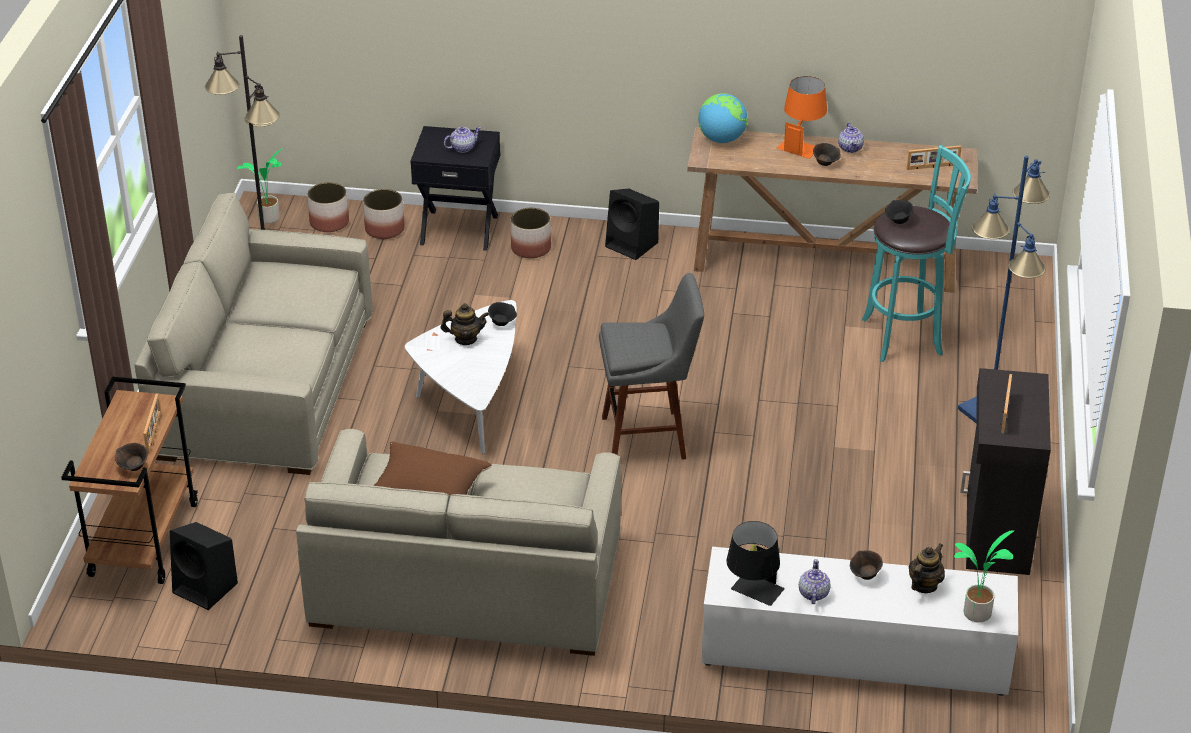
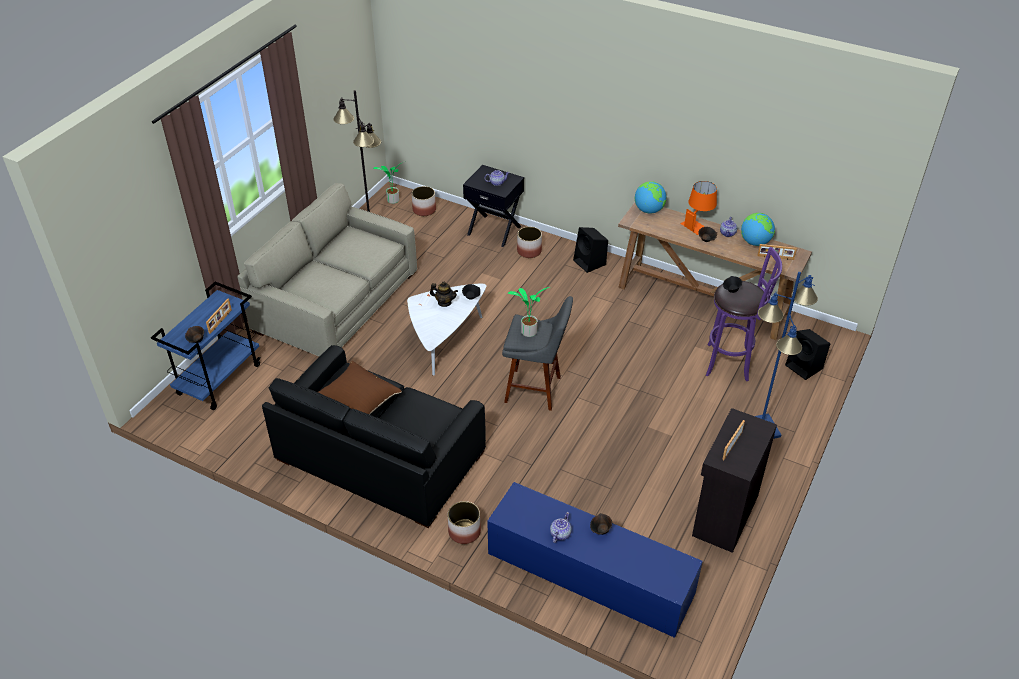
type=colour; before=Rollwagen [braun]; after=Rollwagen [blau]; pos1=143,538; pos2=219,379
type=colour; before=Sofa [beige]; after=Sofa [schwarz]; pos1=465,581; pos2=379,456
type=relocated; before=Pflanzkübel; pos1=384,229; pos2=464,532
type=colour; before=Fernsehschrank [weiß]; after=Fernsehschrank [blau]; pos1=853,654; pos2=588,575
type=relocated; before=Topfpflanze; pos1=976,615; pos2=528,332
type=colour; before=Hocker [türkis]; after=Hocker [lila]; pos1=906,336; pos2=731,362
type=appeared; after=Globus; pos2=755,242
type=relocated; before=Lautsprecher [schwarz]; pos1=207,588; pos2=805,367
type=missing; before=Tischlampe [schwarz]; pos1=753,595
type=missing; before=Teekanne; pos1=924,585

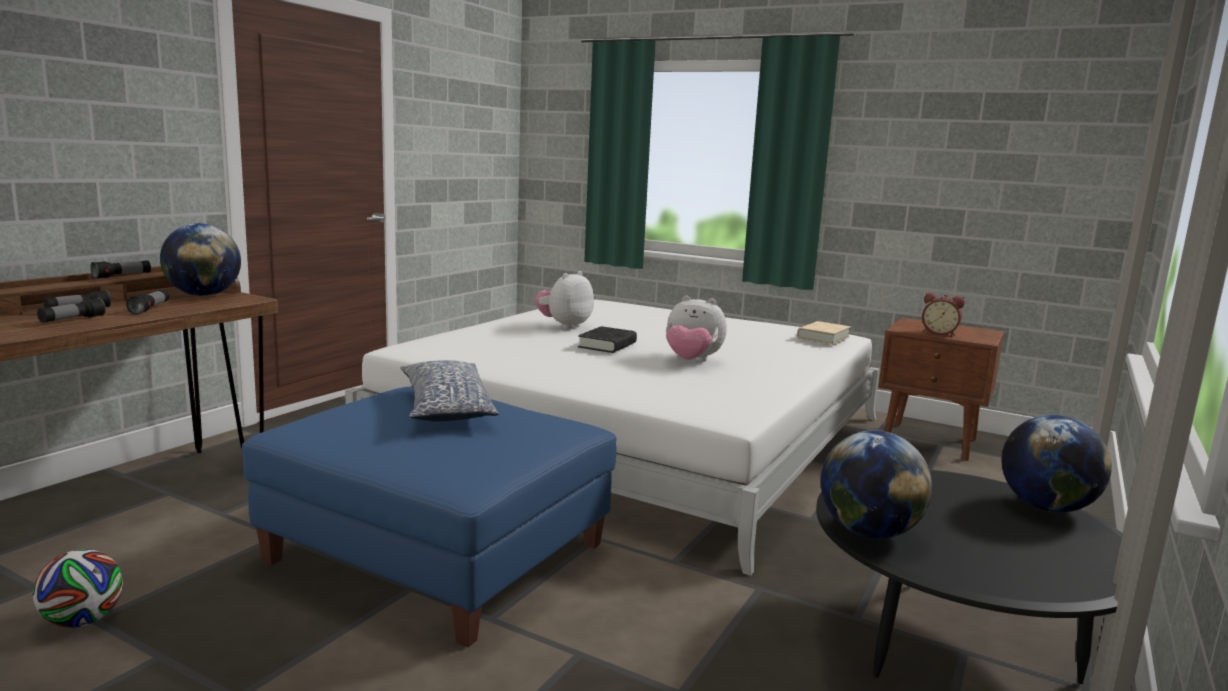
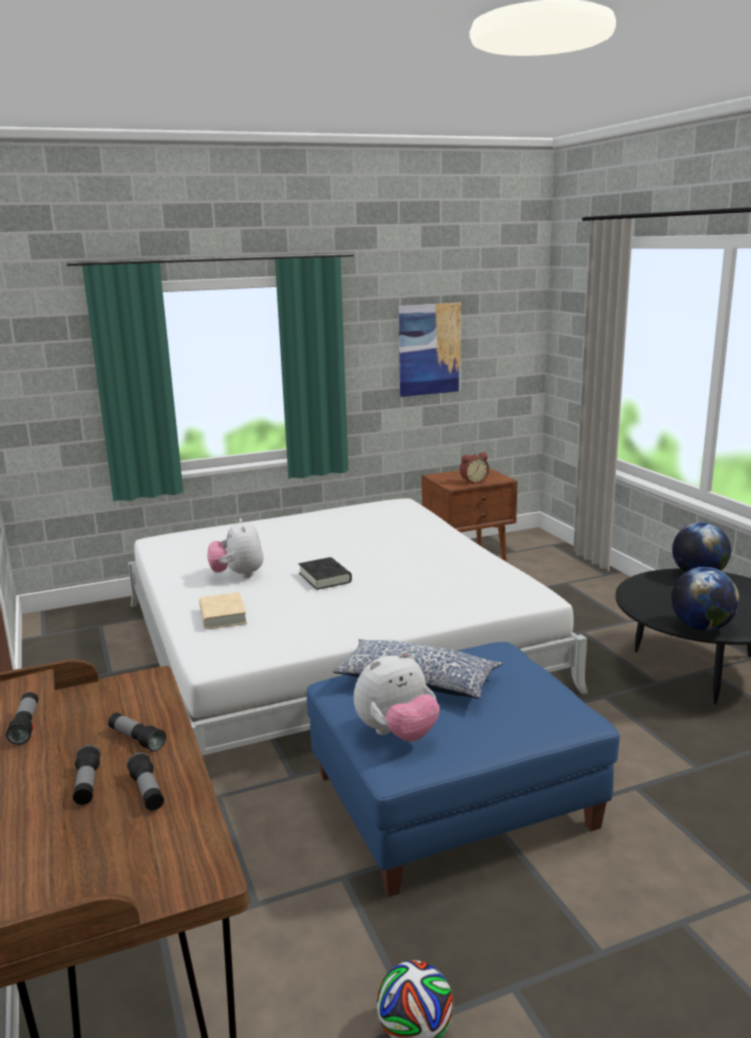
type=relocated; before=Buch [beige]; pos1=823,338; pos2=223,616
type=relocated; before=Plüschtier; pos1=692,361; pos2=397,734
type=appeared; after=Bild; pos2=429,349
type=missing; before=Globus; pos1=203,295

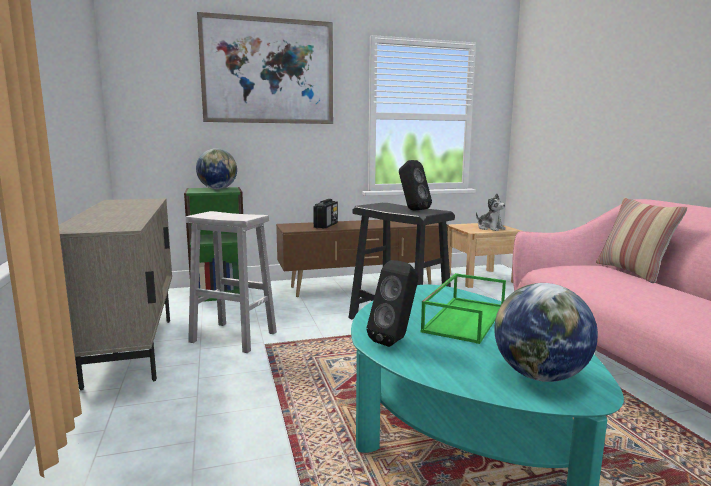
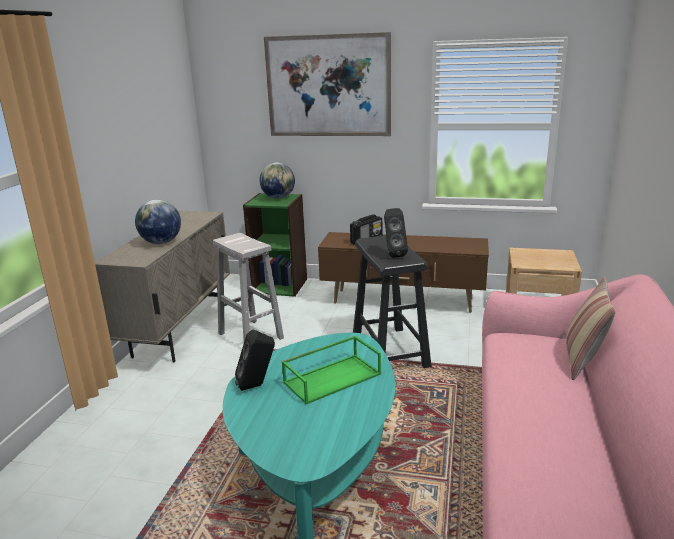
type=relocated; before=Globus; pos1=539,376; pos2=161,242
type=missing; before=Plüschtier; pos1=490,228

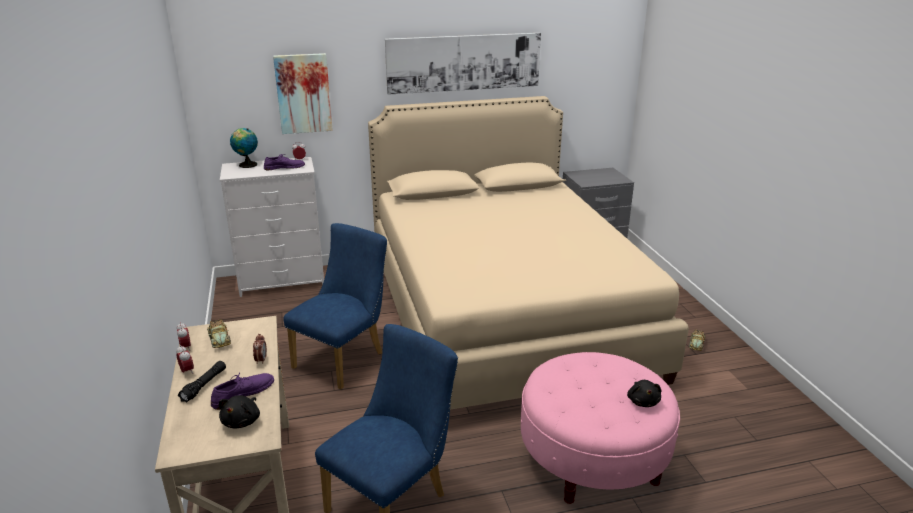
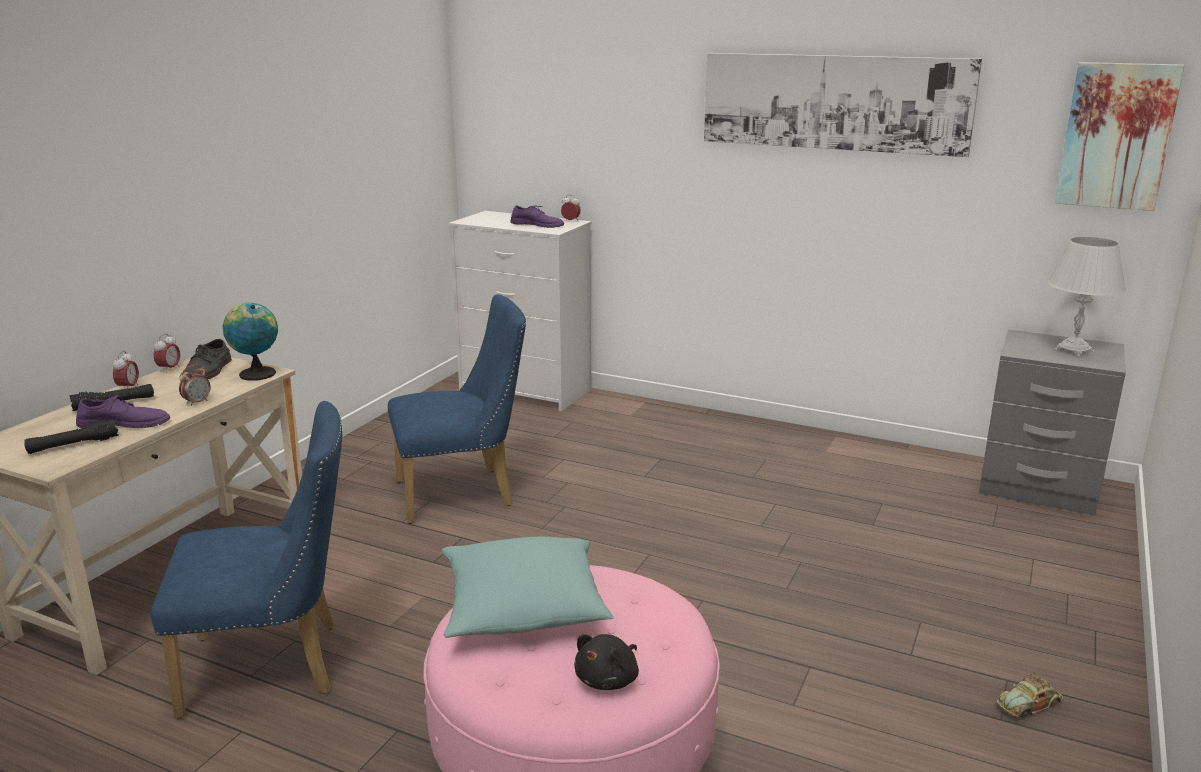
type=exchanged; before=Plüschtier [schwarz]; after=Taschenlampe [schwarz]; pos1=242,421; pos2=73,445
type=exchanged; before=Spielzeugauto; after=Schuh [grau]; pos1=219,338; pos2=208,371
type=relocated; before=Globus; pos1=246,165; pos2=256,373
type=appeared; after=Kissen [türkis]; pos2=523,608
type=appeared; after=Tischlampe [weiß]; pos2=1074,350
type=relocated; before=Bild; pos1=303,93; pos2=1116,136
type=missing; before=Bett [beige]; pos1=503,314

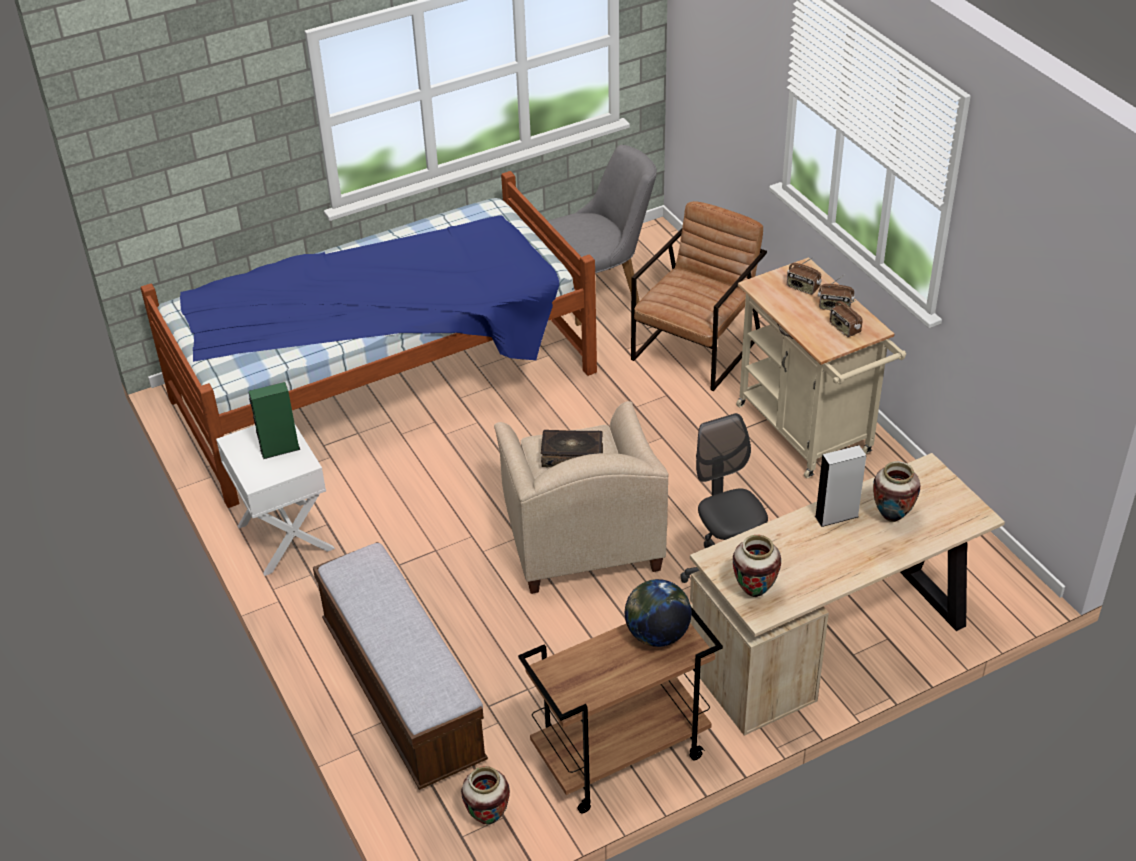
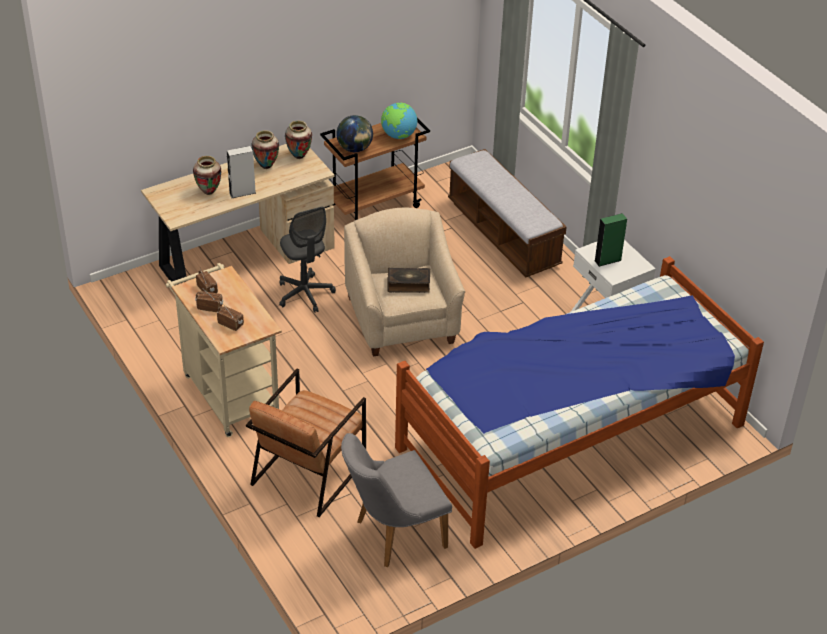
type=relocated; before=Vase; pos1=488,818; pos2=266,166
type=appeared; after=Globus; pos2=398,136

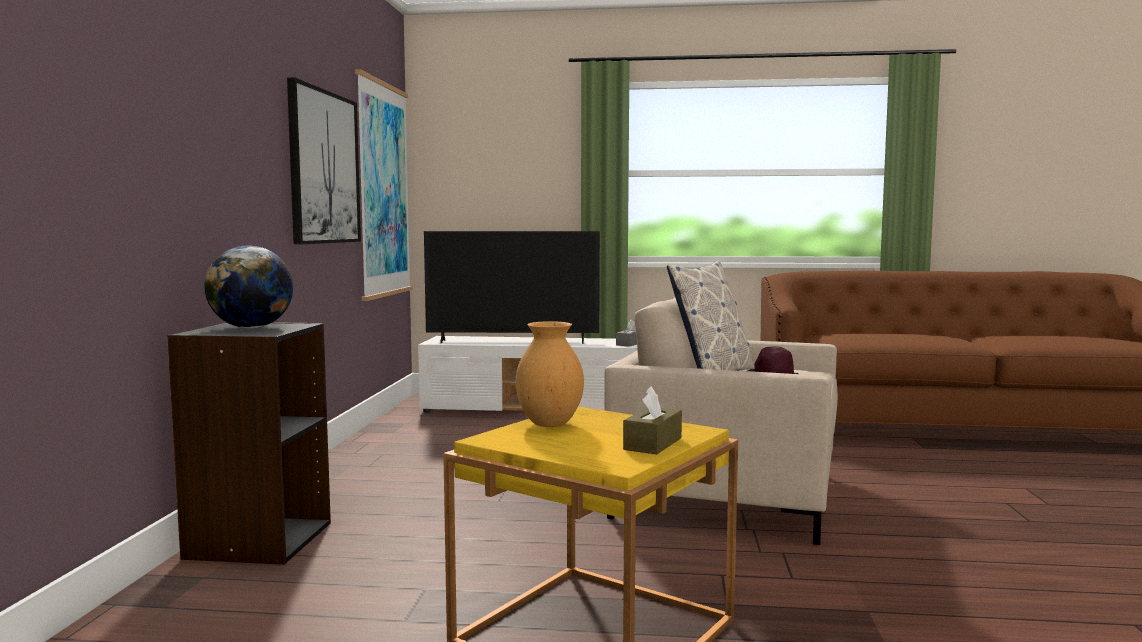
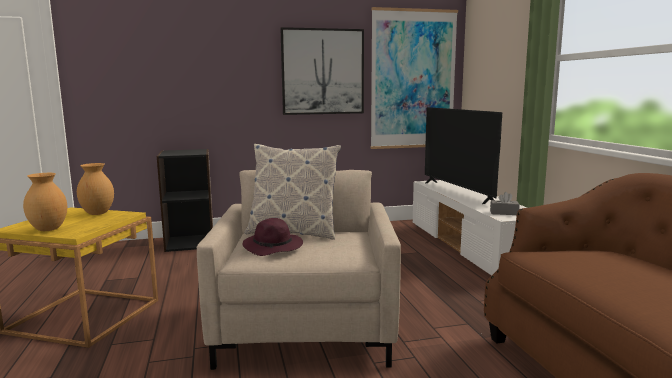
type=exchanged; before=Taschentuchbox [braun]; after=Vase [braun]; pos1=653,444; pos2=48,229
type=missing; before=Globus; pos1=251,327

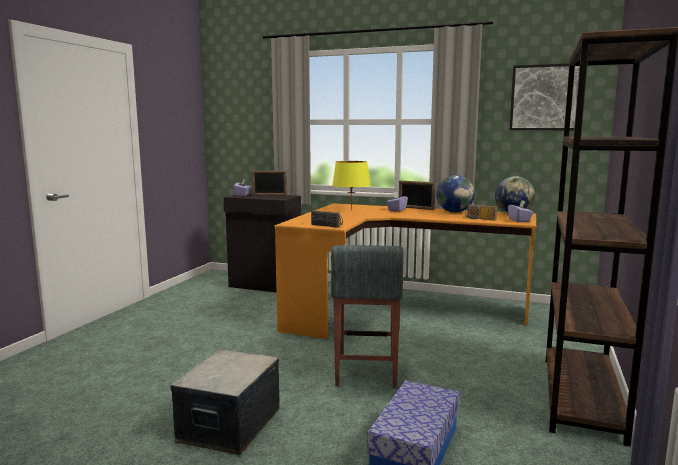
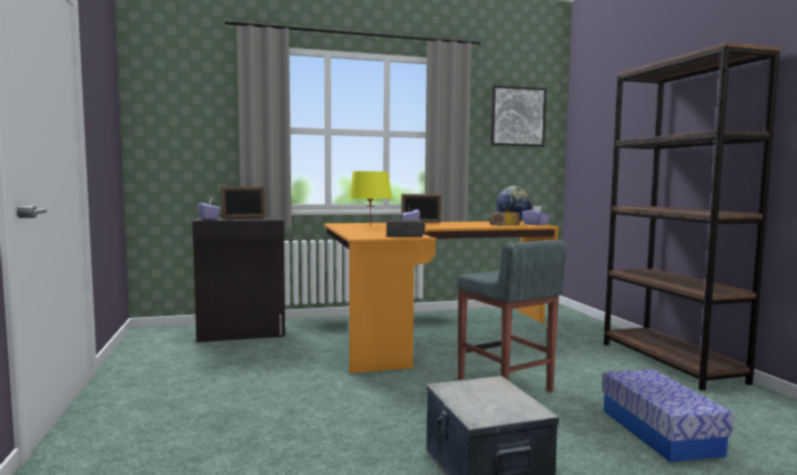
type=missing; before=Globus; pos1=454,212

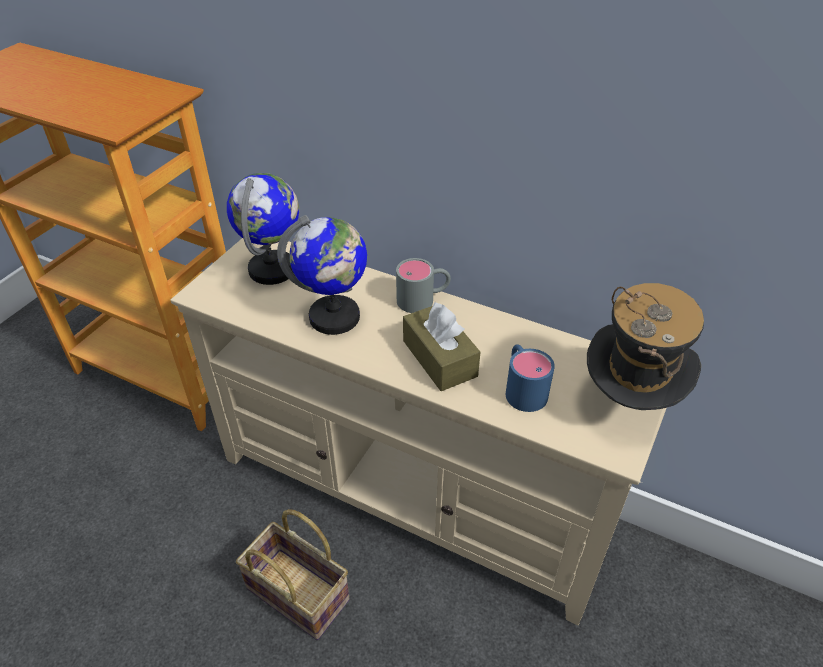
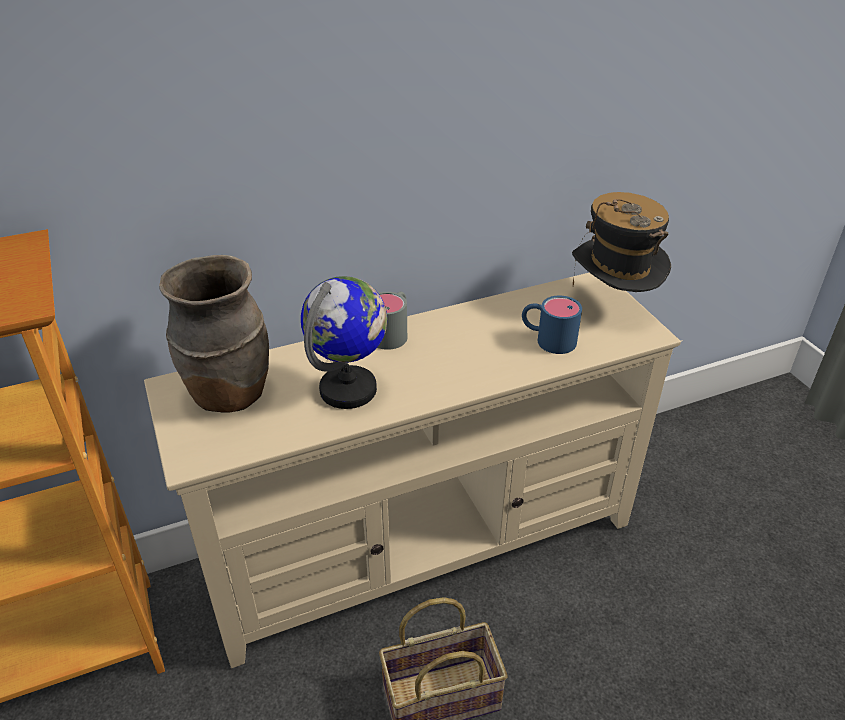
type=exchanged; before=Globus; after=Vase [braun]; pos1=273,269; pos2=228,394
type=missing; before=Taschentuchbox [braun]; pos1=439,358

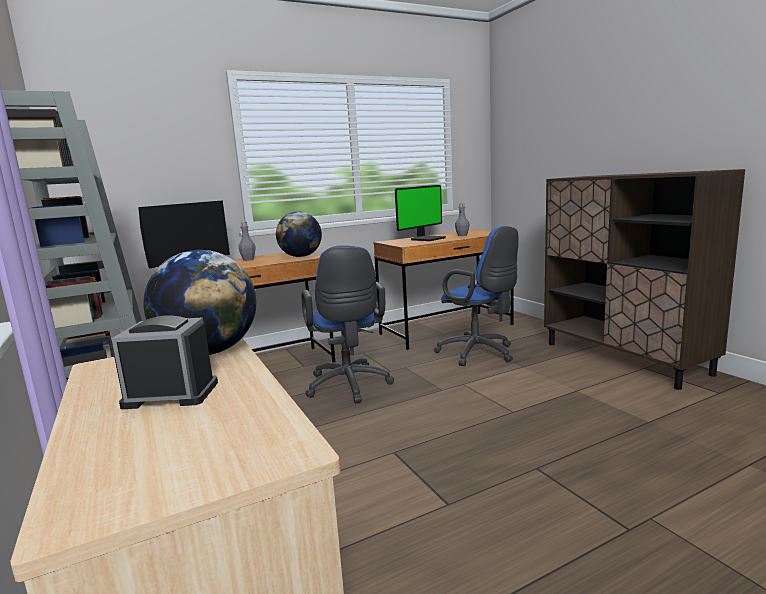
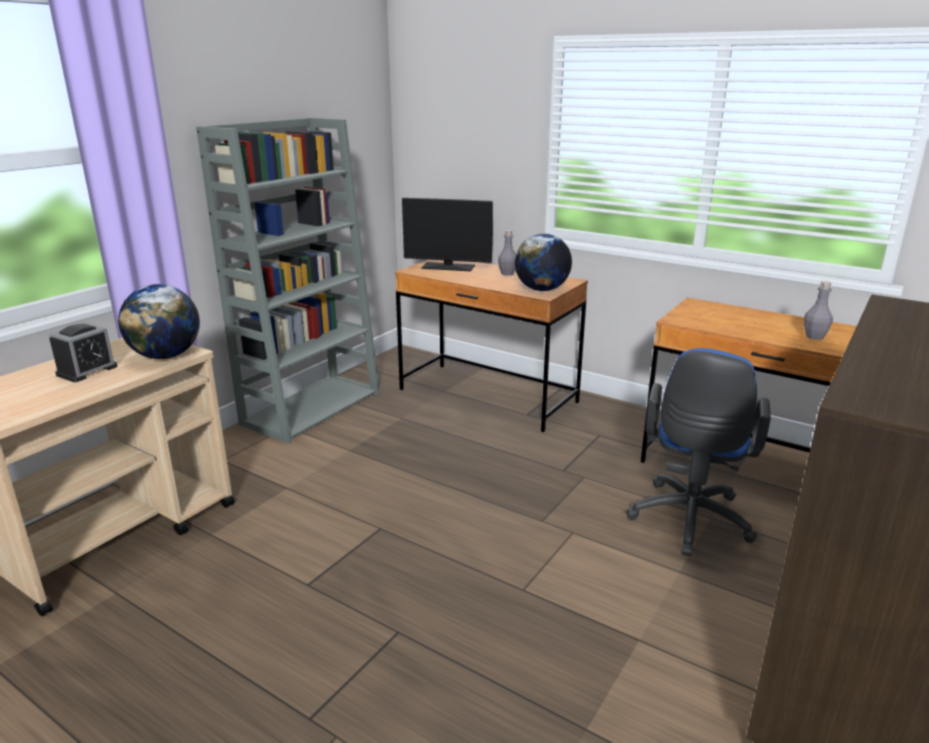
type=spun; before=Wecker; pos1=171,394; pos2=87,370; turn=60
type=missing; before=Bürostuhl [blau]; pos1=349,387
type=missing; before=Monitor; pos1=427,239

